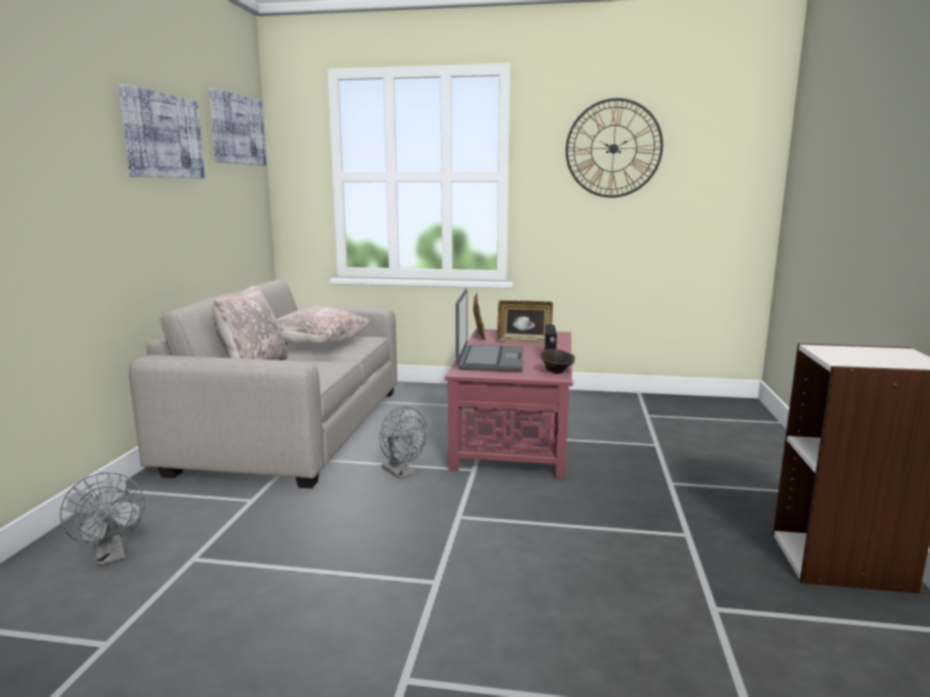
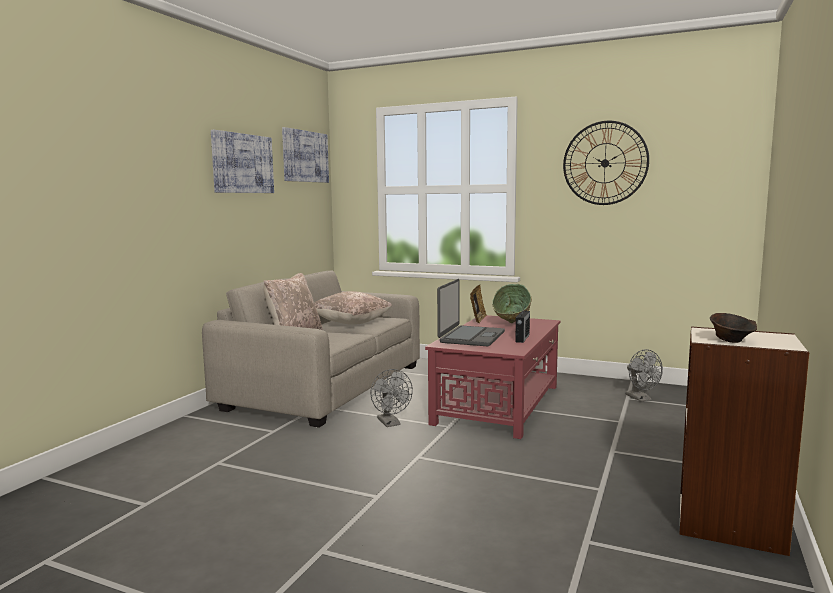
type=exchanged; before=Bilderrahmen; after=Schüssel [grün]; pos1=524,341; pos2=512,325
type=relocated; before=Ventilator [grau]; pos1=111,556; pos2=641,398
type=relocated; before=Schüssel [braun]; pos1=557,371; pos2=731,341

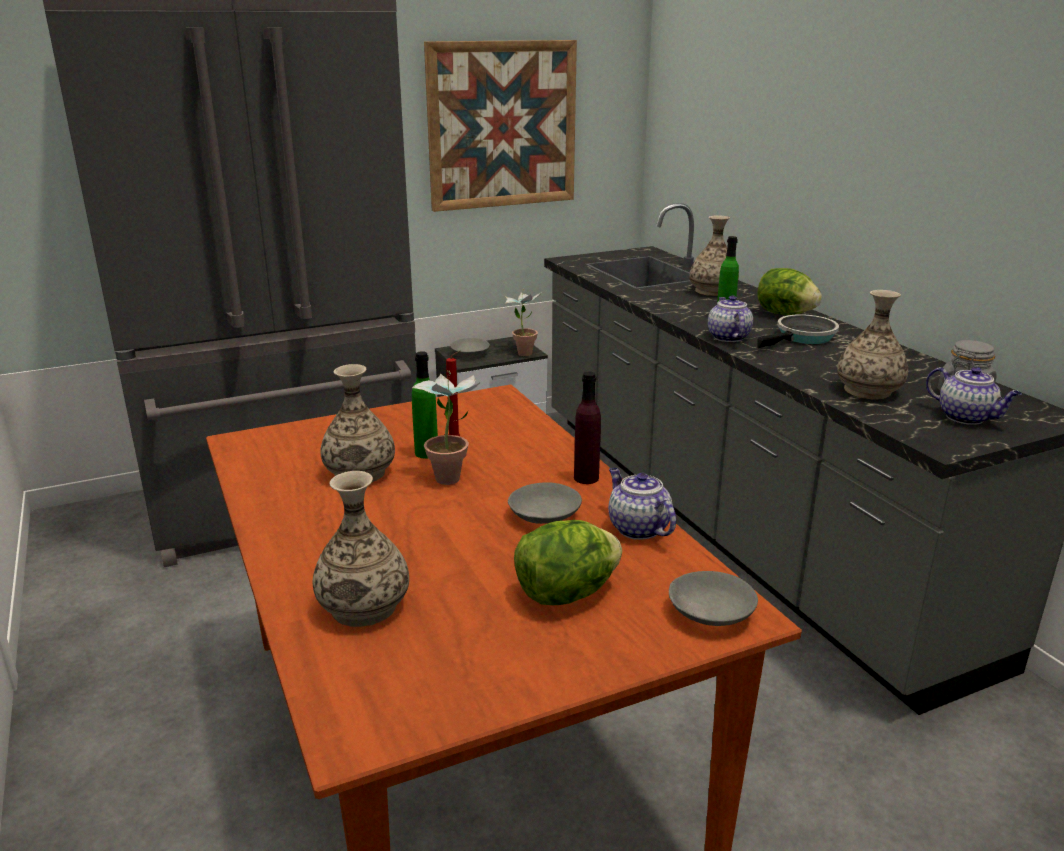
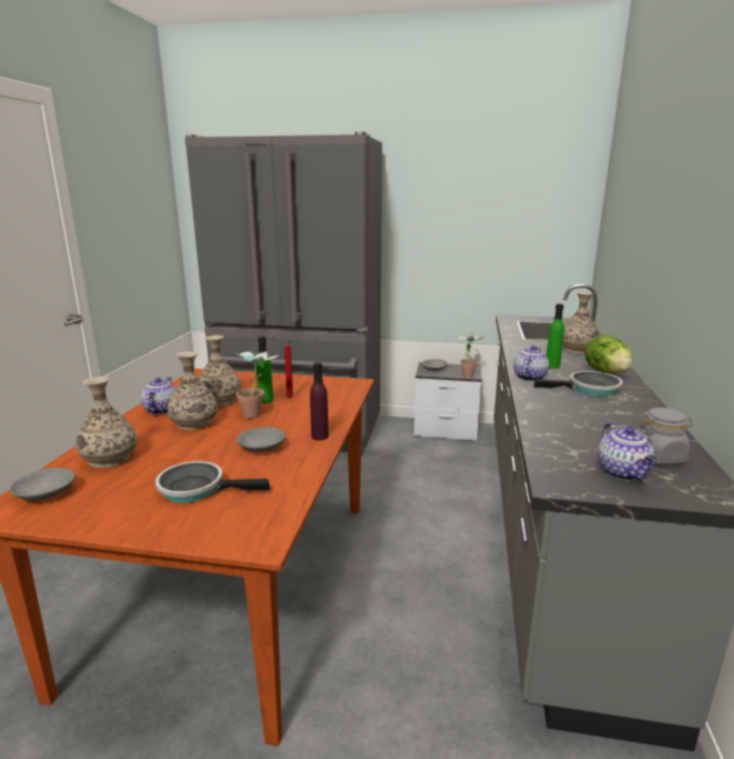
type=relocated; before=Schüssel [grau]; pos1=709,612; pos2=46,493
type=relocated; before=Teekanne; pos1=637,528; pos2=161,409
type=exchanged; before=Salatkopf; after=Pfanne; pos1=566,594; pos2=197,489
type=relocated; before=Vase; pos1=868,390; pos2=194,423
type=missing; before=Bild; pos1=502,125

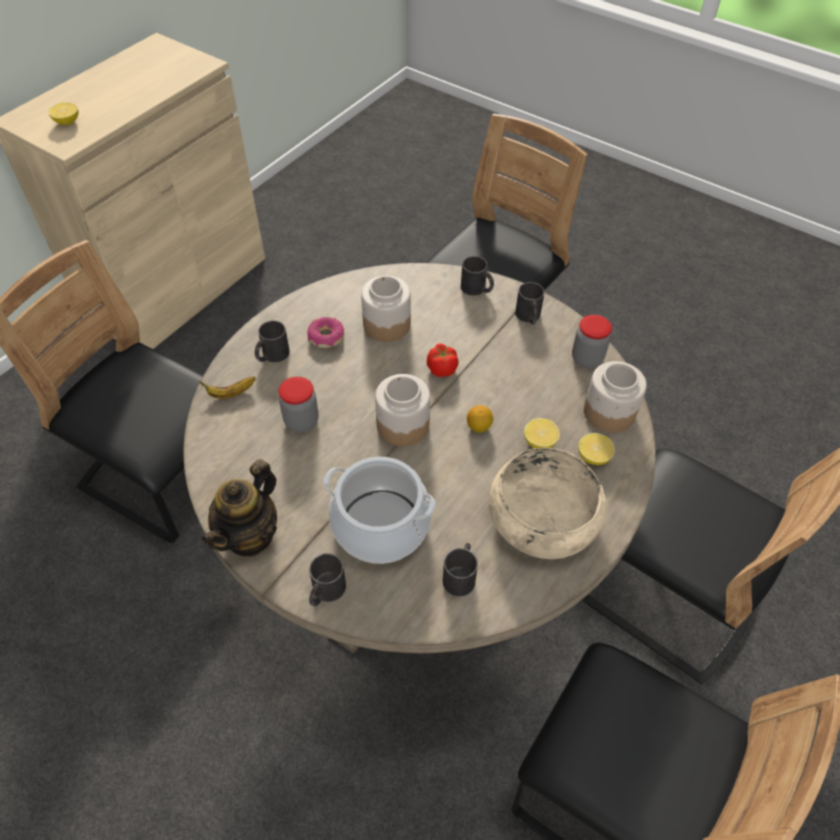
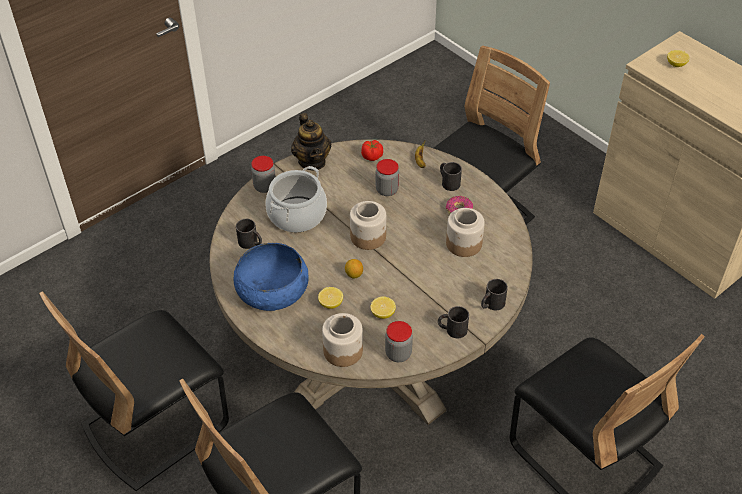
type=colour; before=Schüssel [beige]; after=Schüssel [blau]; pos1=542,518; pos2=272,289
type=exchanged; before=Henkelbecher [schwarz]; after=Vorratsglas; pos1=325,592; pos2=265,186
type=spun; before=Teekanne; pos1=250,535; pos2=312,161; turn=-150
type=relocated; before=Tomate; pos1=442,368; pos2=372,156
type=relocated; before=Zitrone; pos1=593,457; pos2=383,313

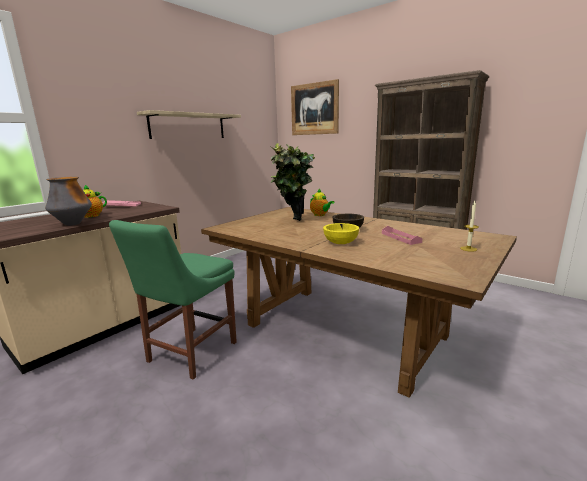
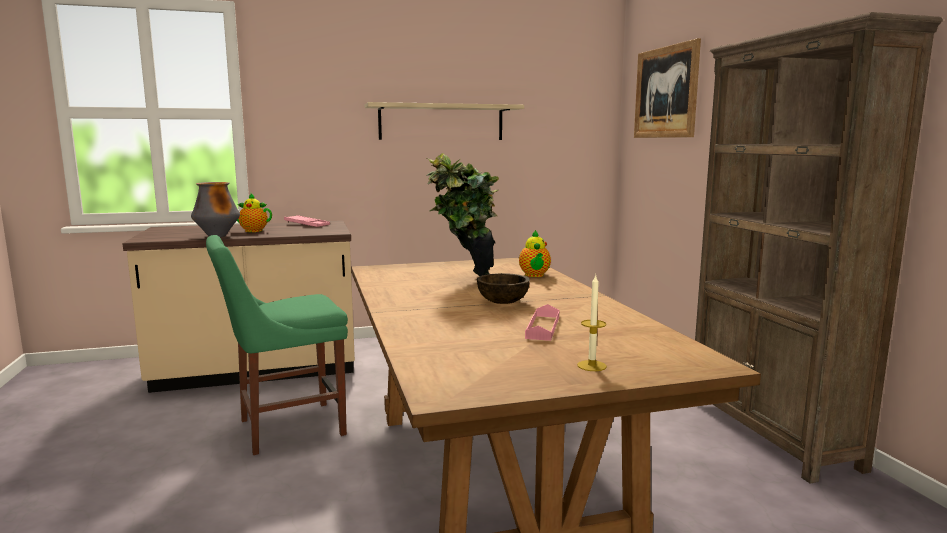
type=missing; before=Schüssel [gelb]; pos1=341,243

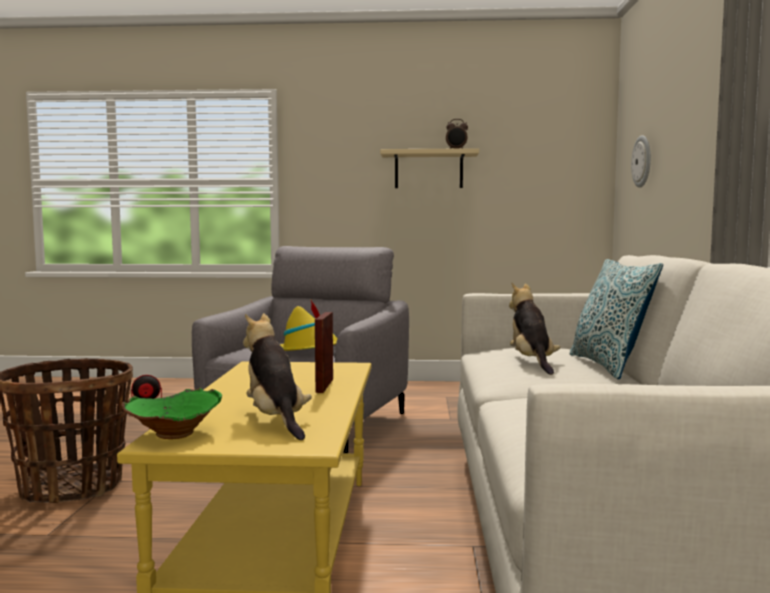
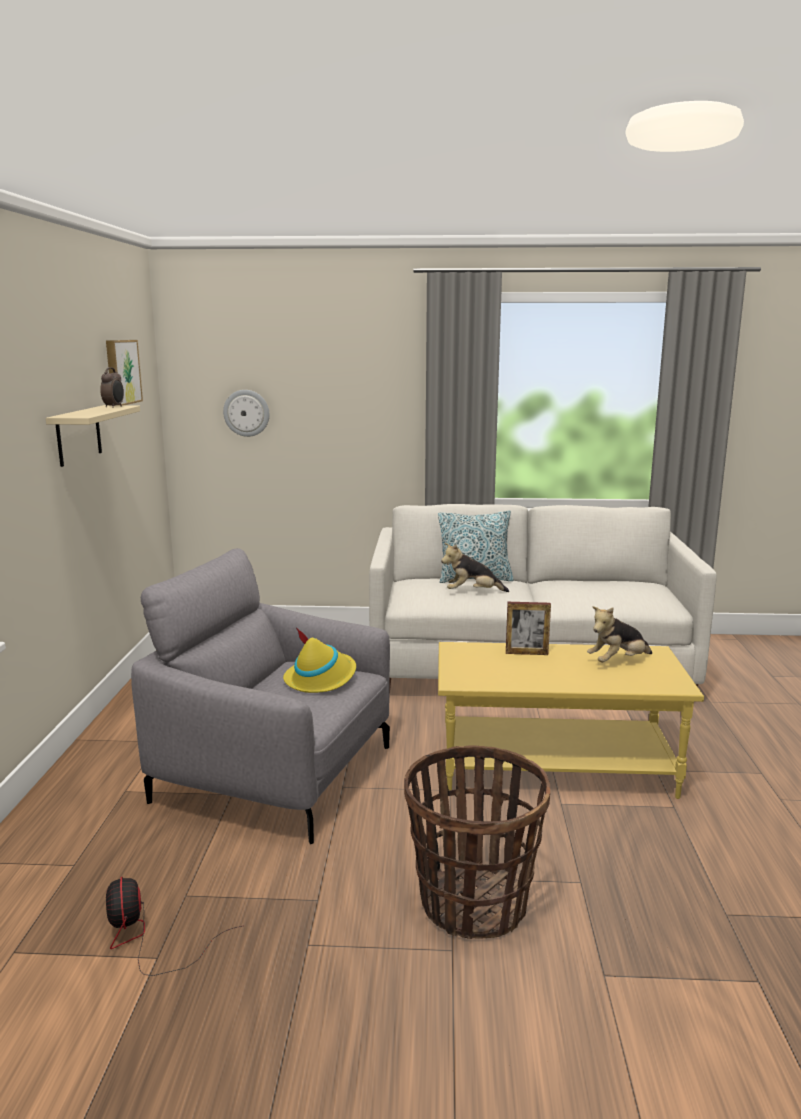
type=appeared; after=Bild; pos2=121,372
type=missing; before=Schüssel [grün]; pos1=174,433

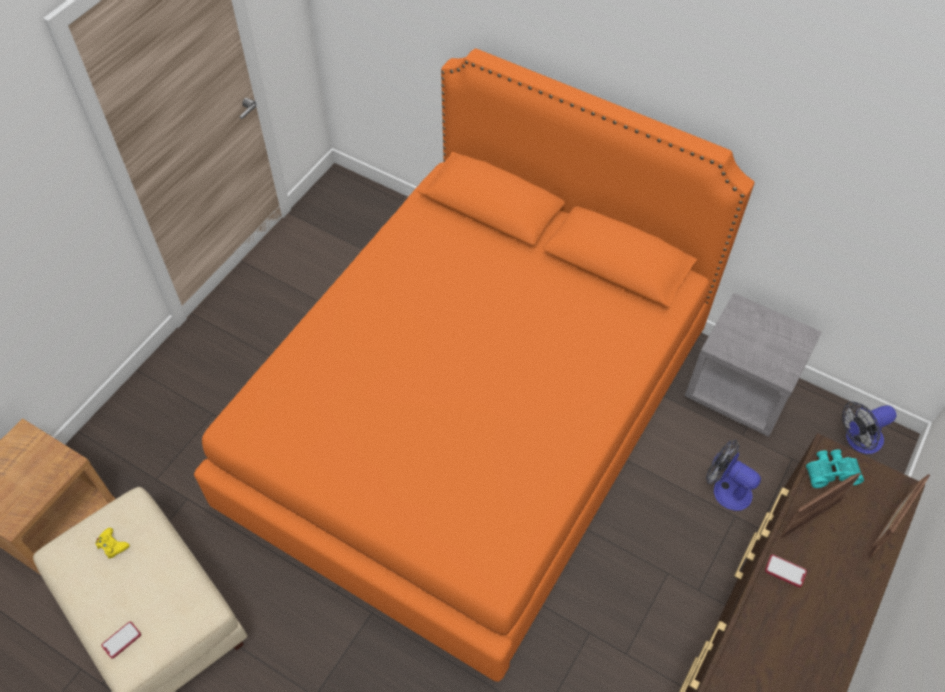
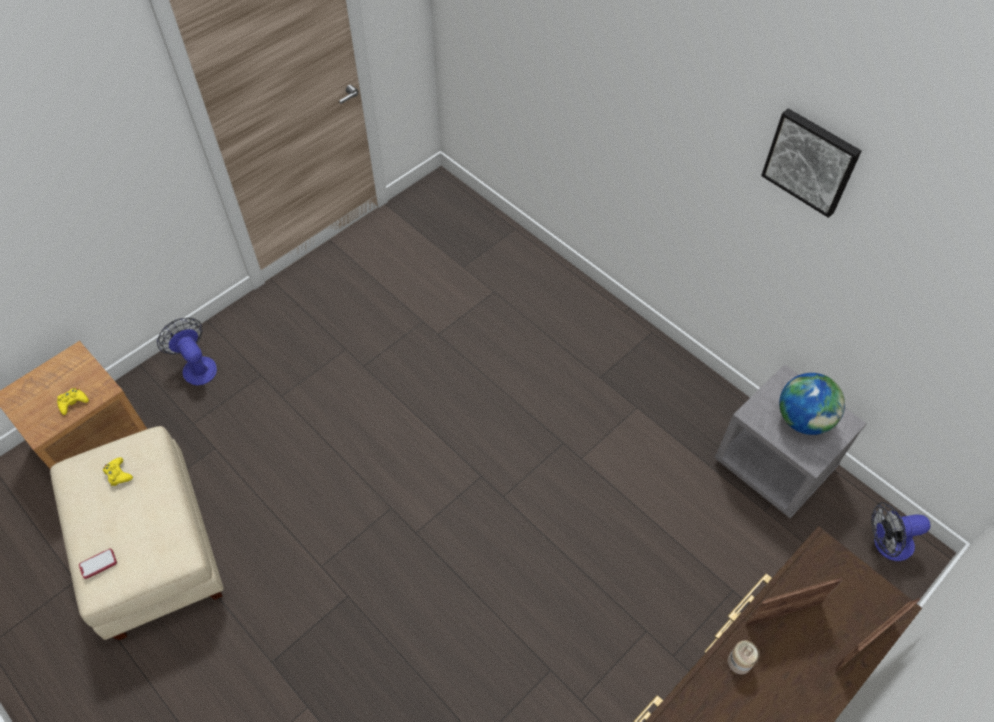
type=appeared; after=Gamepad [gelb]; pos2=73,402
type=relocated; before=Ventilator; pos1=725,489; pos2=196,366
type=exchanged; before=Handy; after=Dose; pos1=785,571; pos2=739,662
type=appeared; after=Bild; pos2=811,161
type=appeared; after=Globus; pos2=803,419
type=missing; before=Bett [orange]; pos1=472,420
type=missing; before=Fernglas [türkis]; pos1=830,471

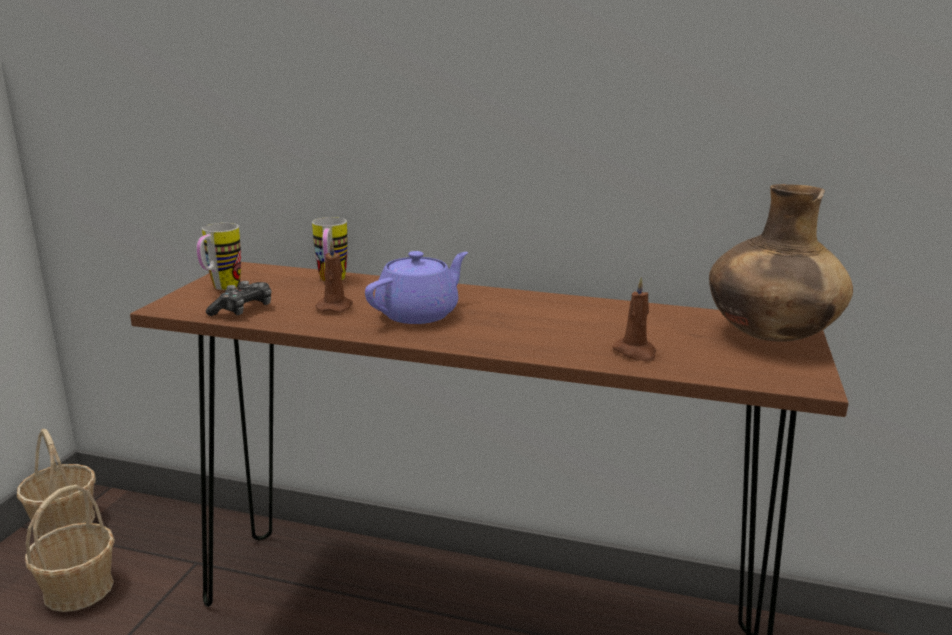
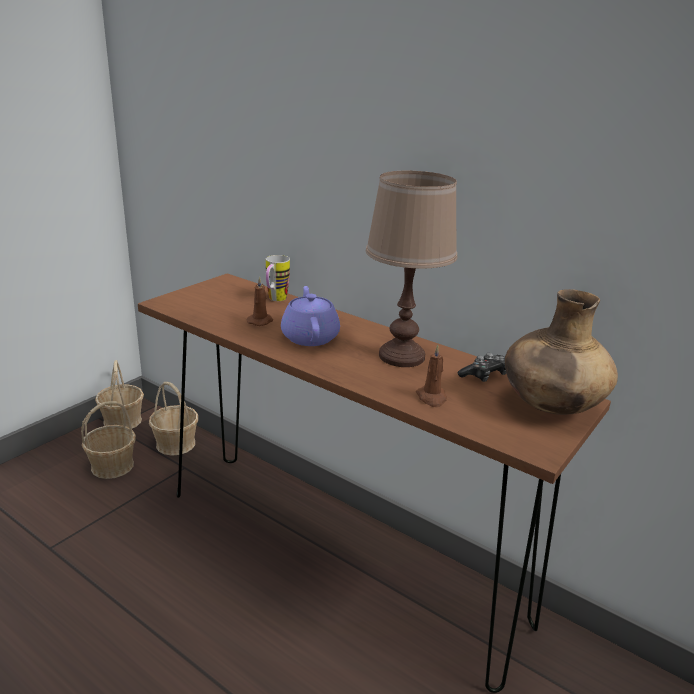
type=appeared; after=Korb; pos2=176,444
type=spun; before=Teekanne [lila]; pos1=419,314; pos2=310,337; turn=-75
type=appeared; after=Tischlampe [braun]; pos2=401,357
type=relocated; before=Gamepad; pos1=243,310; pos2=484,375
type=missing; before=Henkelbecher; pos1=220,288

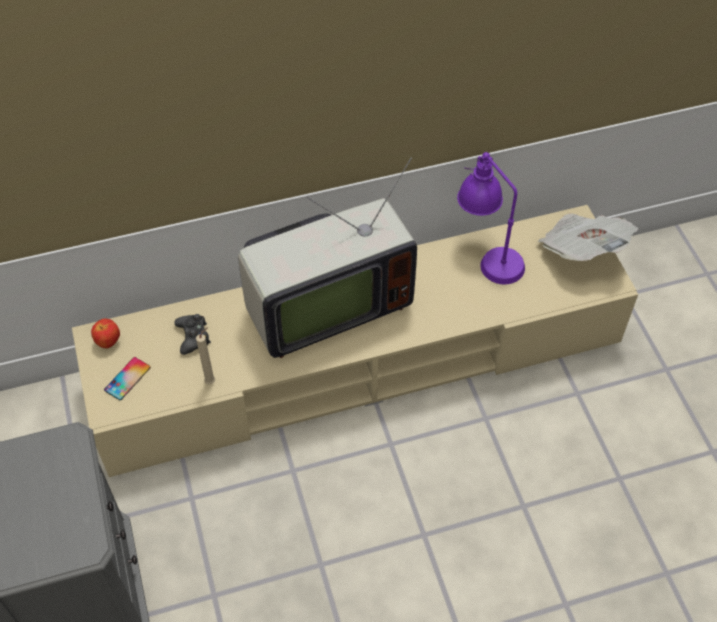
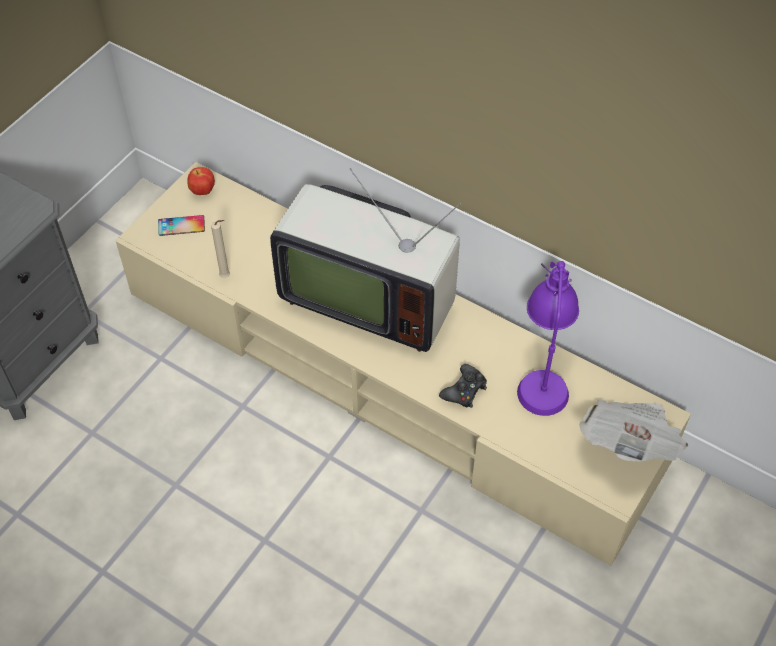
type=relocated; before=Gamepad [schwarz]; pos1=193,336; pos2=464,390

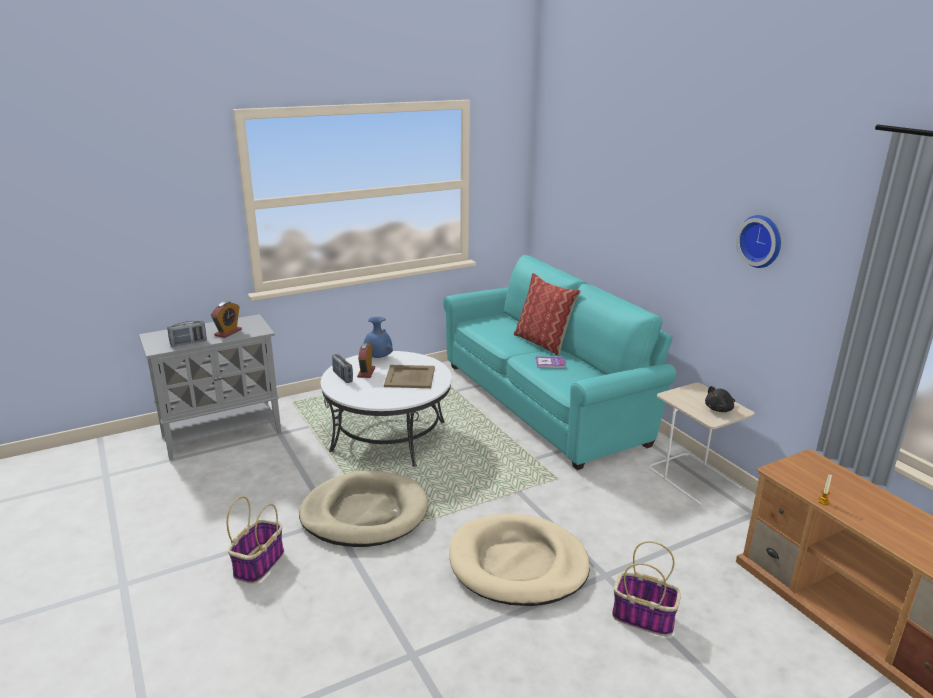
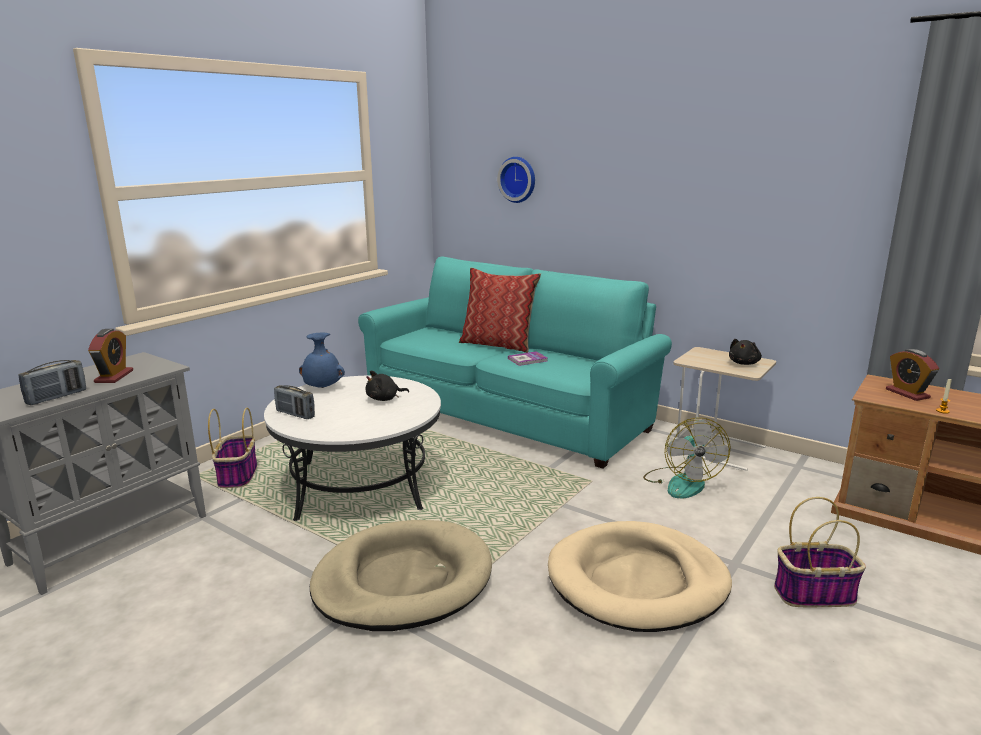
type=relocated; before=Korb; pos1=259,563; pos2=238,475
type=exchanged; before=Tablett [beige]; after=Plüschtier [schwarz]; pos1=410,377; pos2=384,399
type=relocated; before=Wanduhr; pos1=761,241; pos2=518,179
type=appeared; after=Ventilator; pos2=682,482
type=relocated; before=Wecker; pos1=366,372; pos2=907,393

